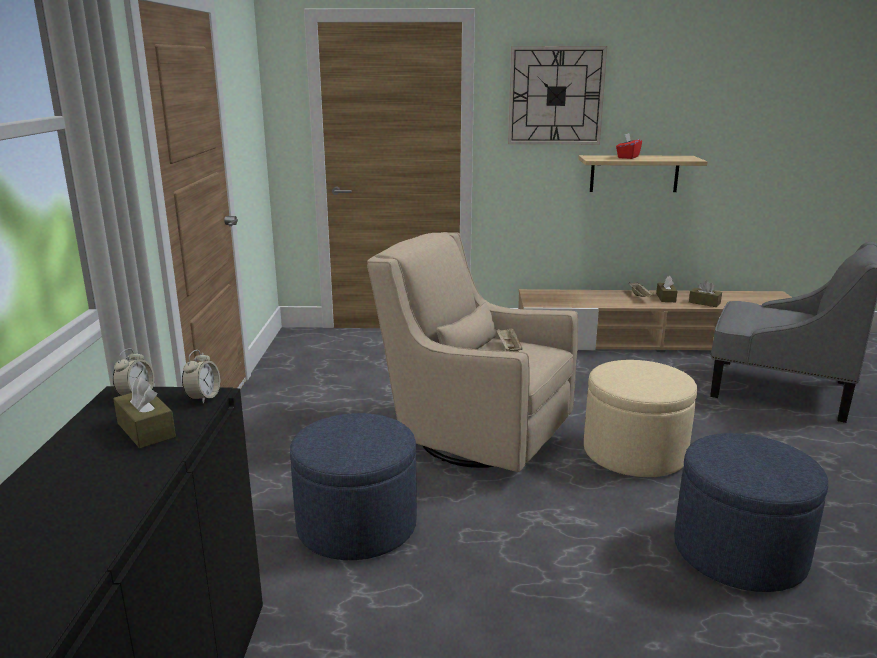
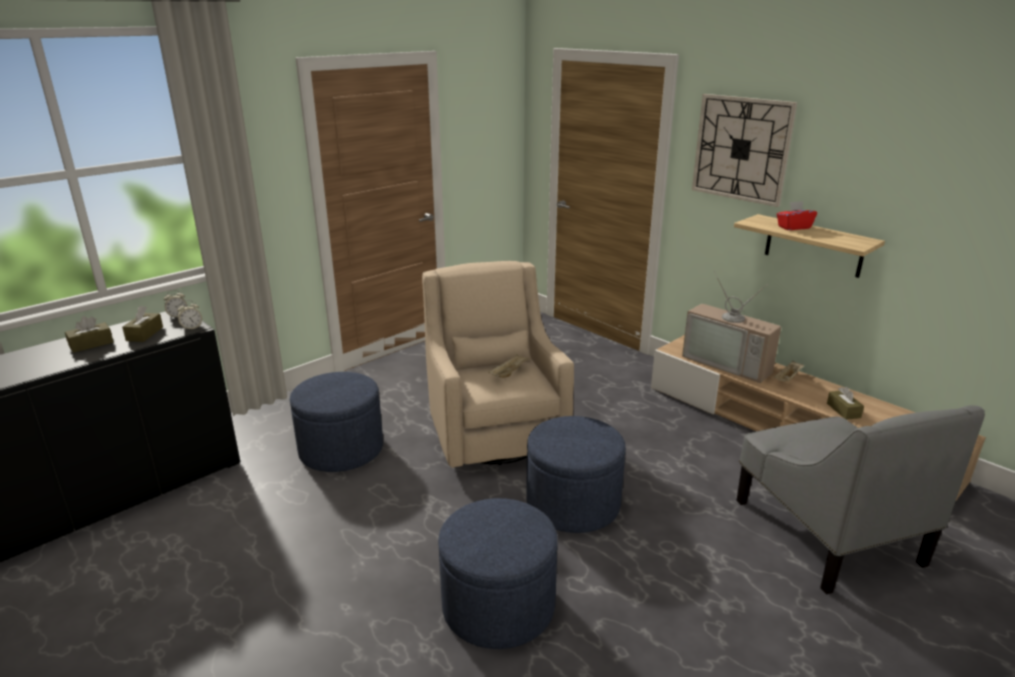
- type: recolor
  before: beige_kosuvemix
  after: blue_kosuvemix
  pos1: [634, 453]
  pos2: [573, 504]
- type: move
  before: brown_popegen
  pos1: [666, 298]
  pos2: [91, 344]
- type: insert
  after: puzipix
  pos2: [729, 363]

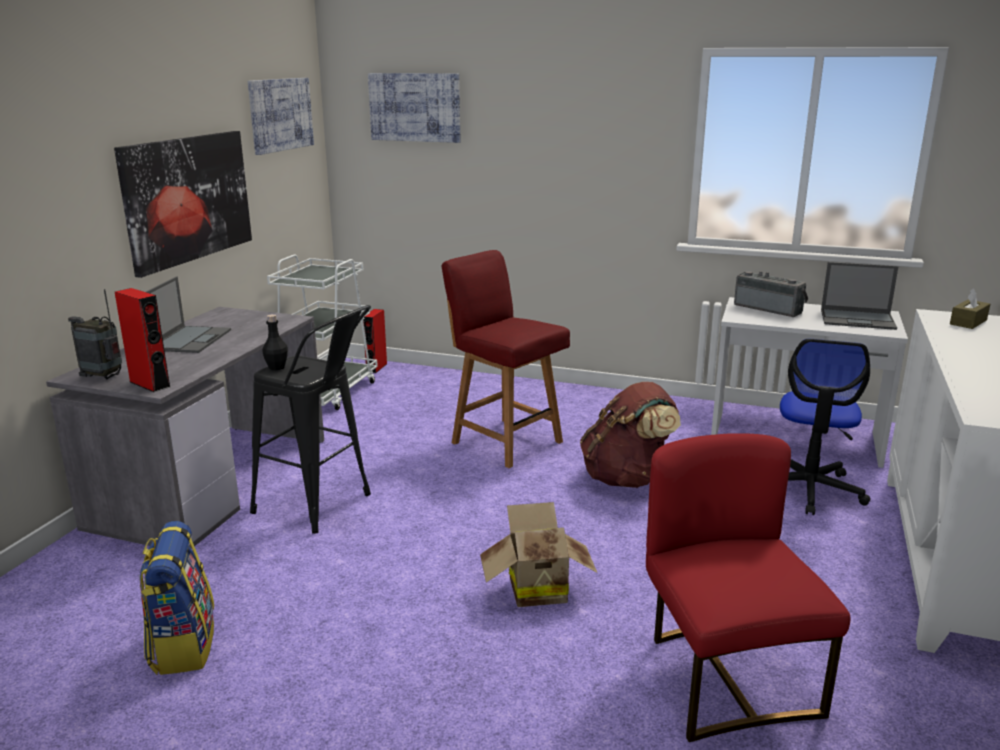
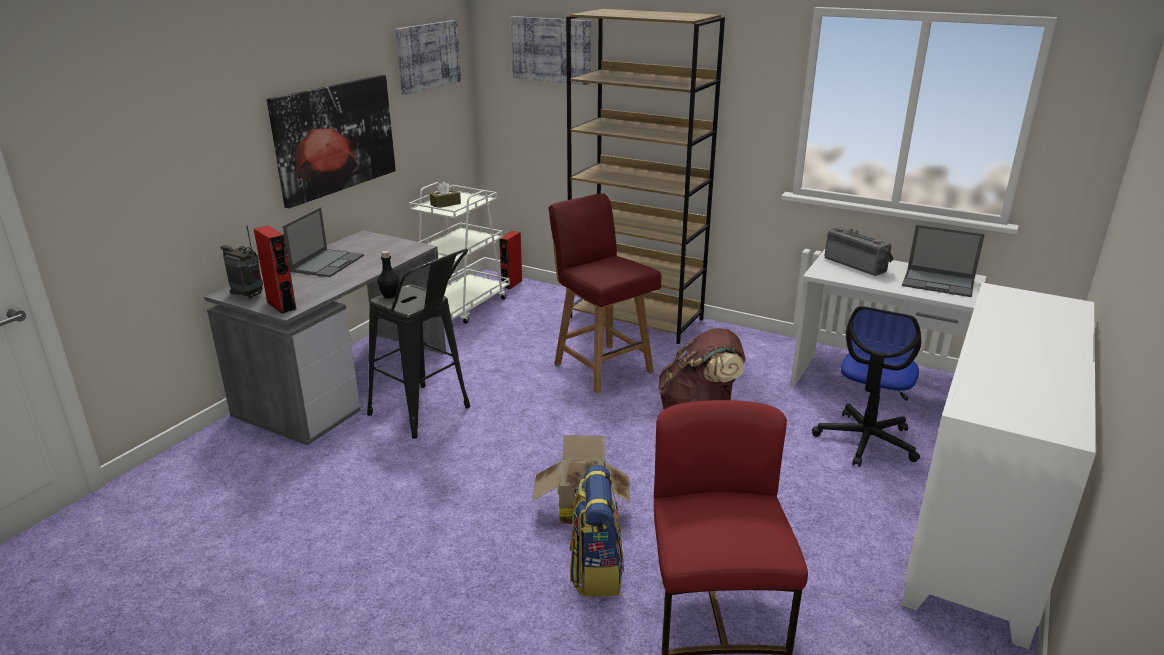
- type: move
  before: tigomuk
  pos1: [182, 646]
  pos2: [595, 570]
- type: move
  before: brown_popegen
  pos1: [968, 322]
  pos2: [445, 204]
- type: insert
  after: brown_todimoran
  pos2: [636, 318]

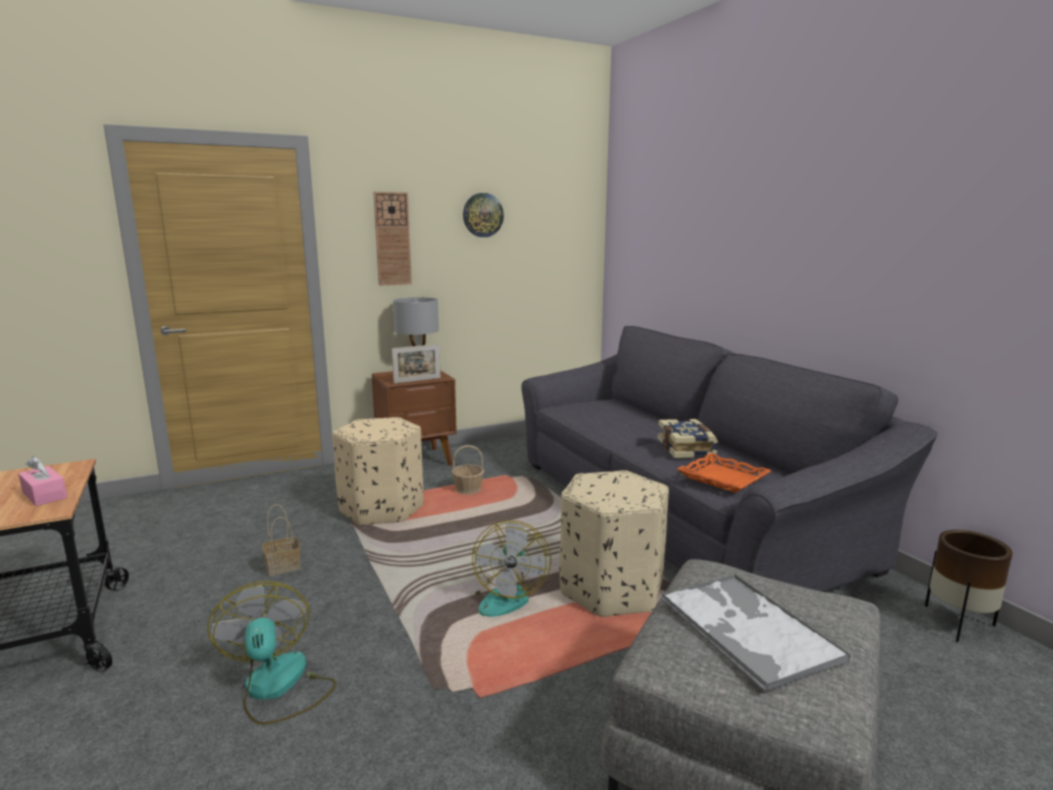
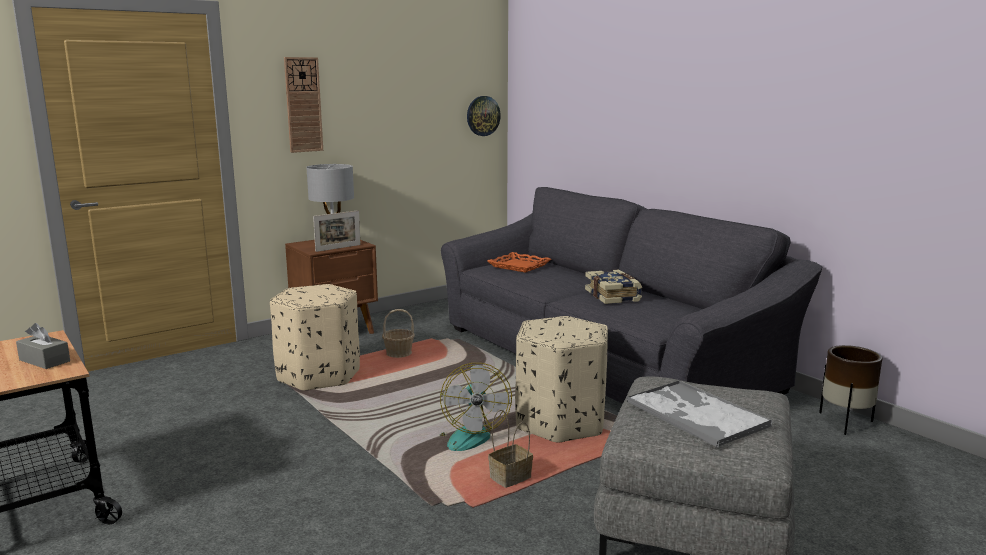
- type: recolor
  before: pink_popegen
  after: grey_popegen
  pos1: [44, 495]
  pos2: [44, 360]
- type: delete
  before: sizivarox
  pos1: [278, 688]
- type: move
  before: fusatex
  pos1: [284, 566]
  pos2: [511, 478]
- type: move
  before: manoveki
  pos1: [483, 215]
  pos2: [483, 116]
- type: move
  before: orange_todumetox
  pos1: [722, 478]
  pos2: [519, 266]

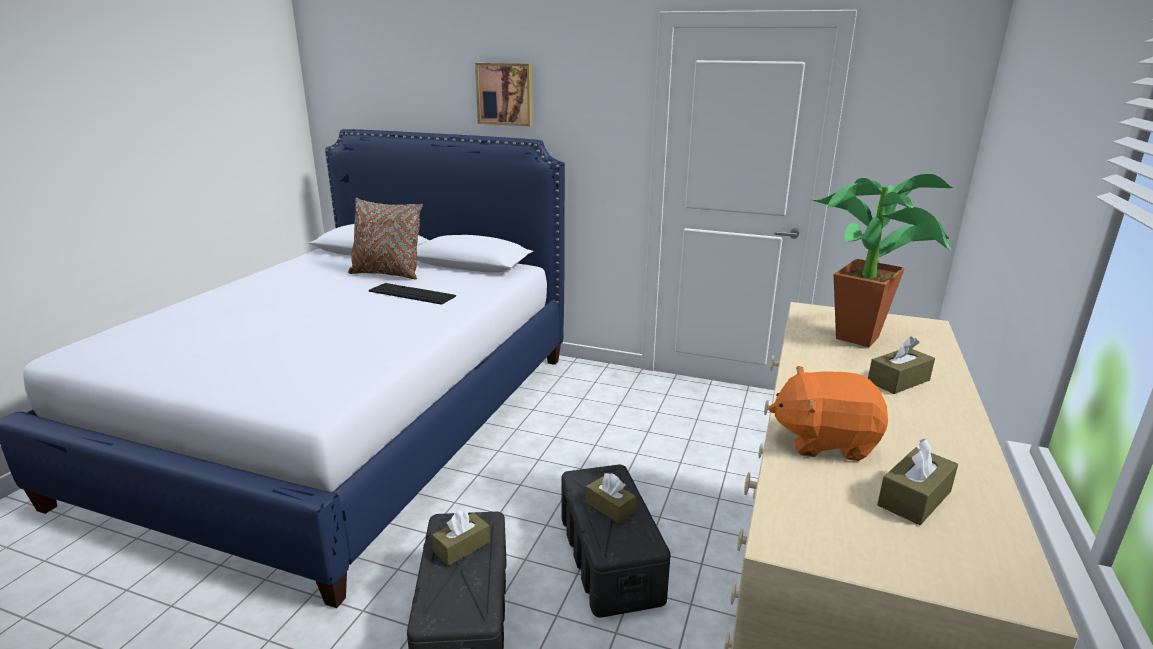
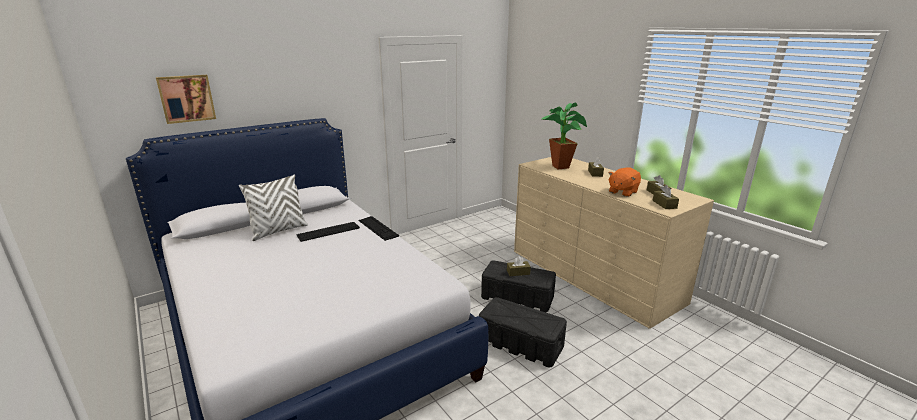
- type: recolor
  before: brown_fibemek
  after: white_fibemek
  pos1: [387, 274]
  pos2: [278, 231]
- type: move
  before: brown_popegen
  pos1: [462, 547]
  pos2: [664, 204]
- type: move
  before: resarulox
  pos1: [505, 94]
  pos2: [186, 98]
- type: insert
  after: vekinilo
  pos2: [378, 228]

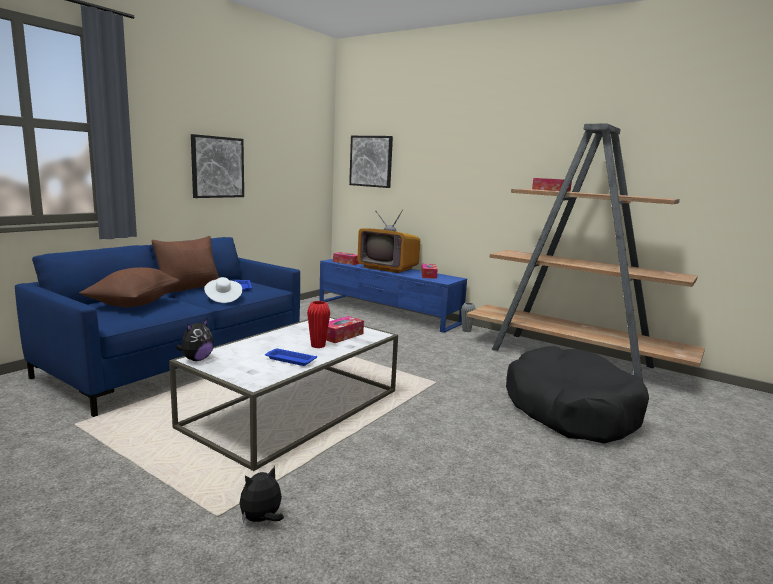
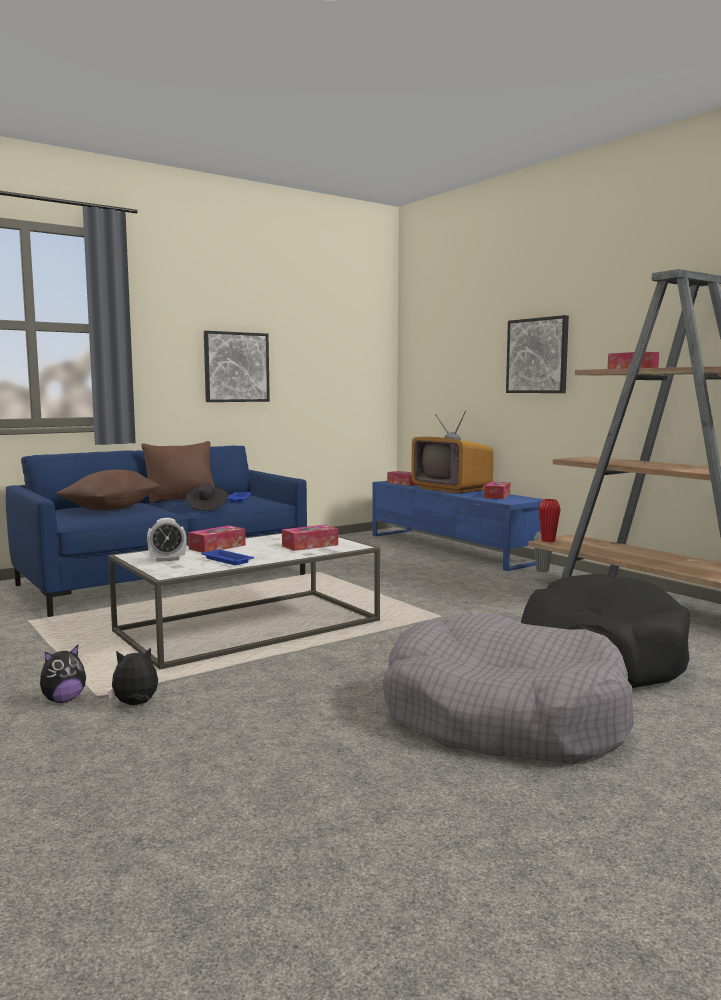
- type: move
  before: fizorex
  pos1: [196, 359]
  pos2: [63, 700]
- type: recolor
  before: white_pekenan
  after: black_pekenan
  pos1: [223, 298]
  pos2: [206, 508]
- type: move
  before: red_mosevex
  pos1: [318, 346]
  pos2: [548, 541]
- type: move
  before: resarulox
  pos1: [371, 161]
  pos2: [537, 355]
- type: insert
  after: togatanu
  pos2: [167, 559]
- type: insert
  after: popegen
  pos2: [217, 547]
- type: insert
  after: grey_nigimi
  pos2: [503, 716]

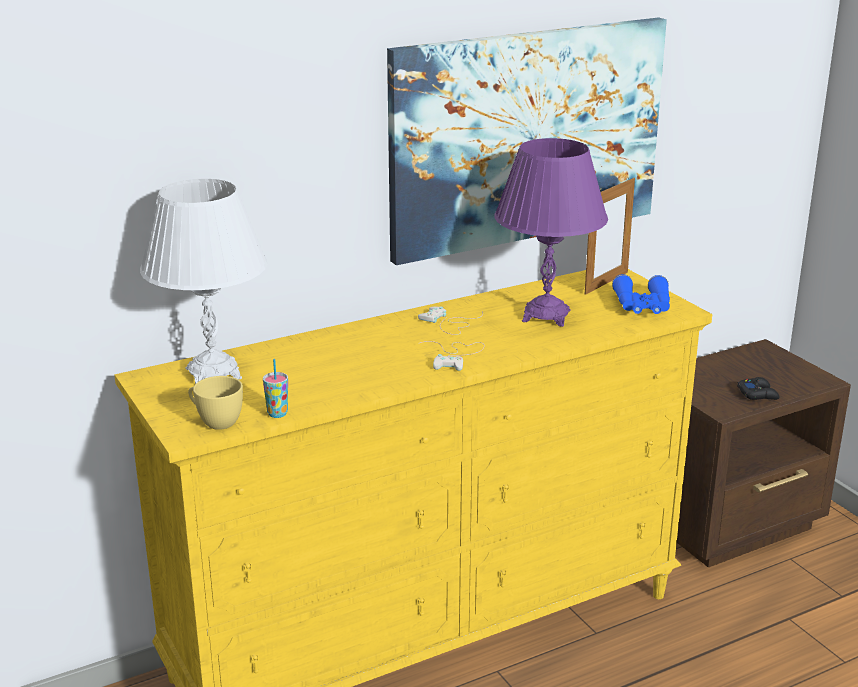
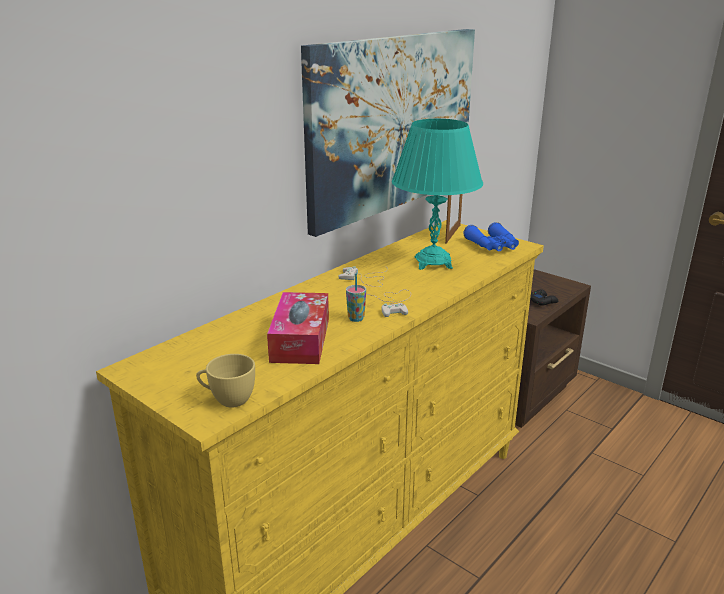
- type: delete
  before: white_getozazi
  pos1: [213, 373]
- type: move
  before: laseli
  pos1: [277, 414]
  pos2: [356, 318]
- type: recolor
  before: purple_getozazi
  after: turquoise_getozazi
  pos1: [546, 316]
  pos2: [433, 263]
- type: insert
  after: popegen
  pos2: [300, 340]

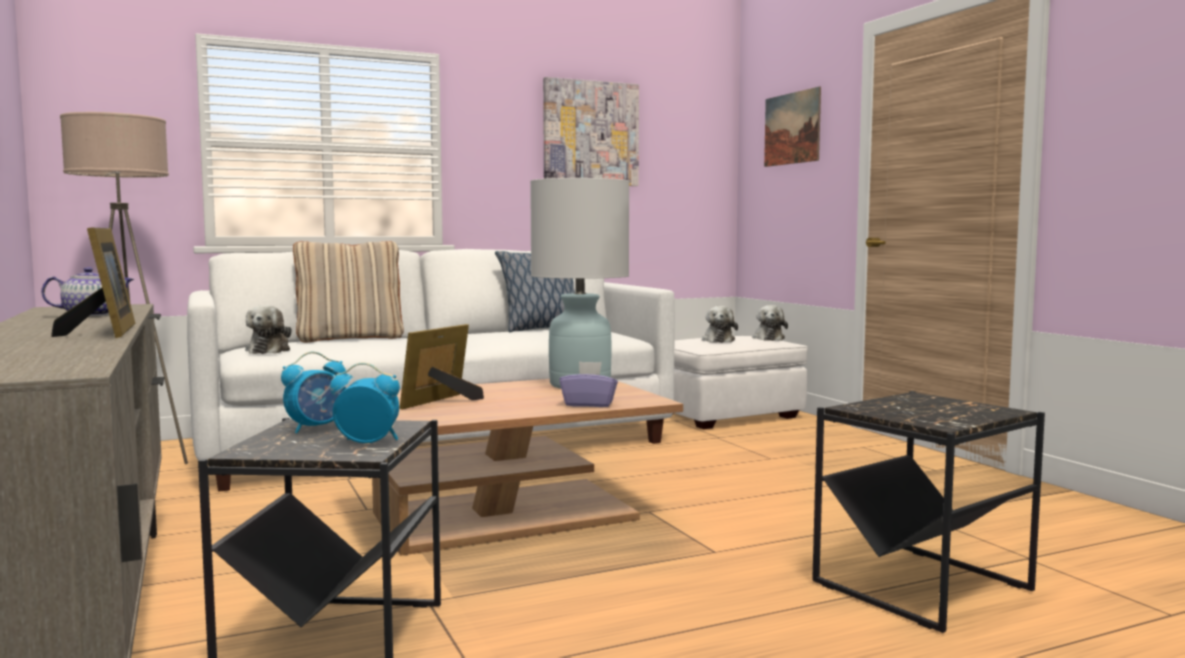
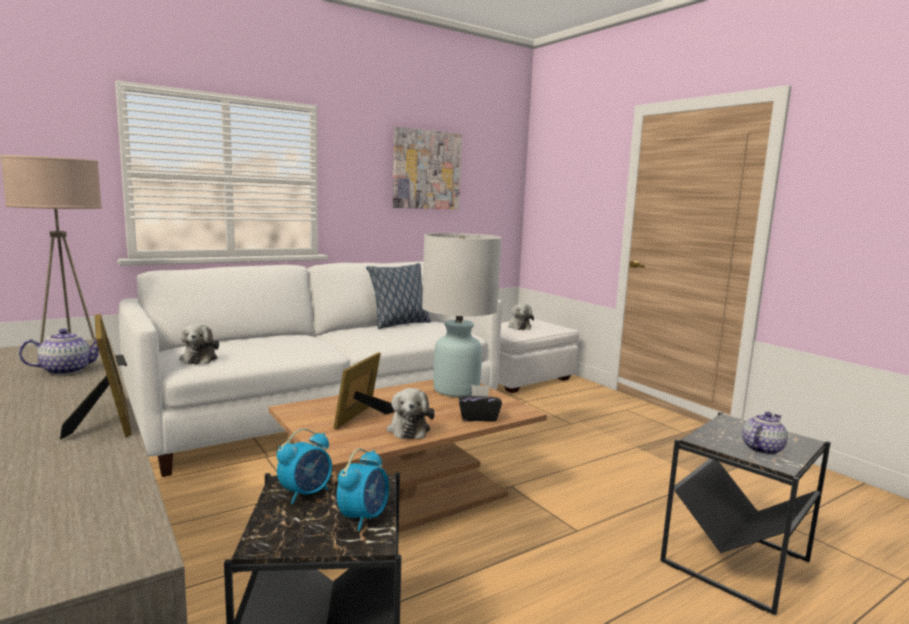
- type: delete
  before: beige_fibemek
  pos1: [350, 338]
- type: rotate
  before: togatanu
  pos1: [368, 442]
  pos2: [364, 517]
  turn: 120
- type: recolor
  before: purple_popegen
  after: black_popegen
  pos1: [589, 404]
  pos2: [478, 417]
- type: move
  before: fizorex
  pos1: [768, 338]
  pos2: [408, 429]
- type: delete
  before: resarulox
  pos1: [792, 128]
- type: insert
  after: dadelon
  pos2: [761, 449]

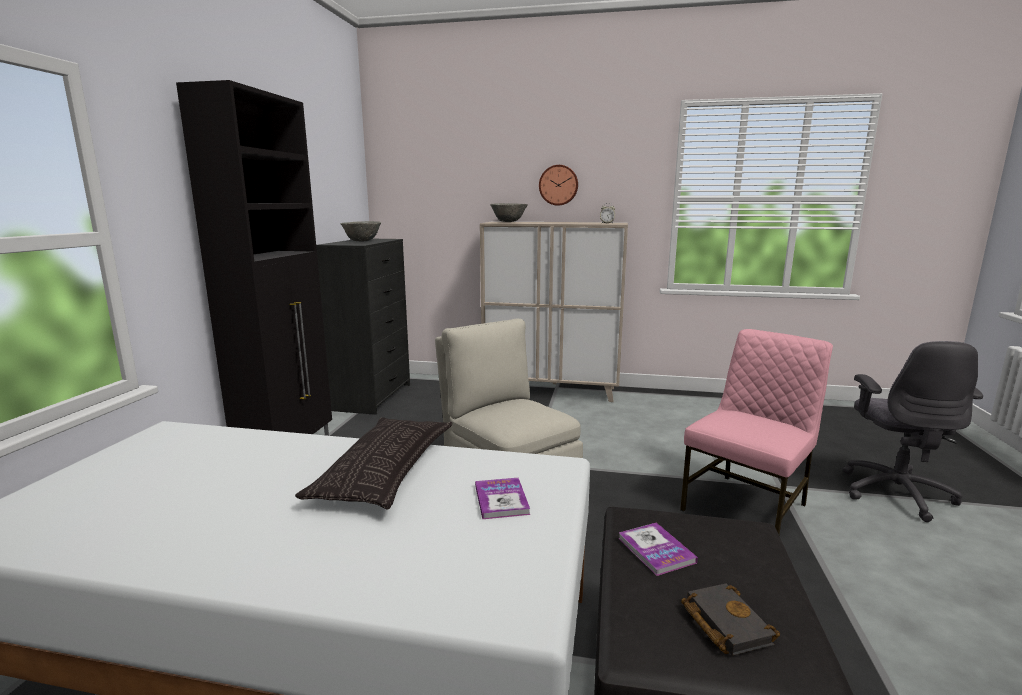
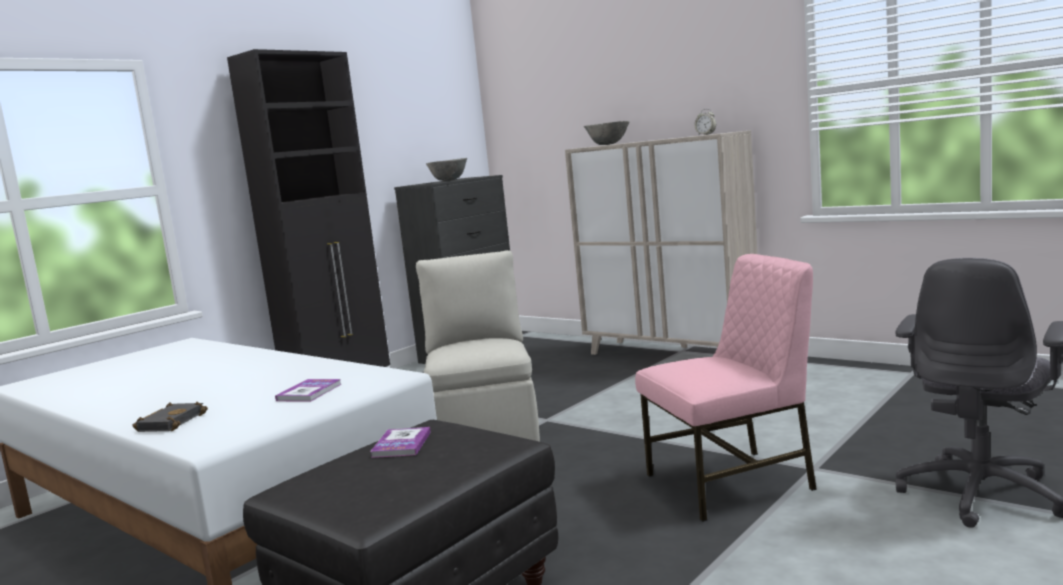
- type: delete
  before: fibemek
  pos1: [385, 470]
- type: delete
  before: manoveki
  pos1: [558, 185]
- type: move
  before: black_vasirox
  pos1: [723, 623]
  pos2: [171, 422]

